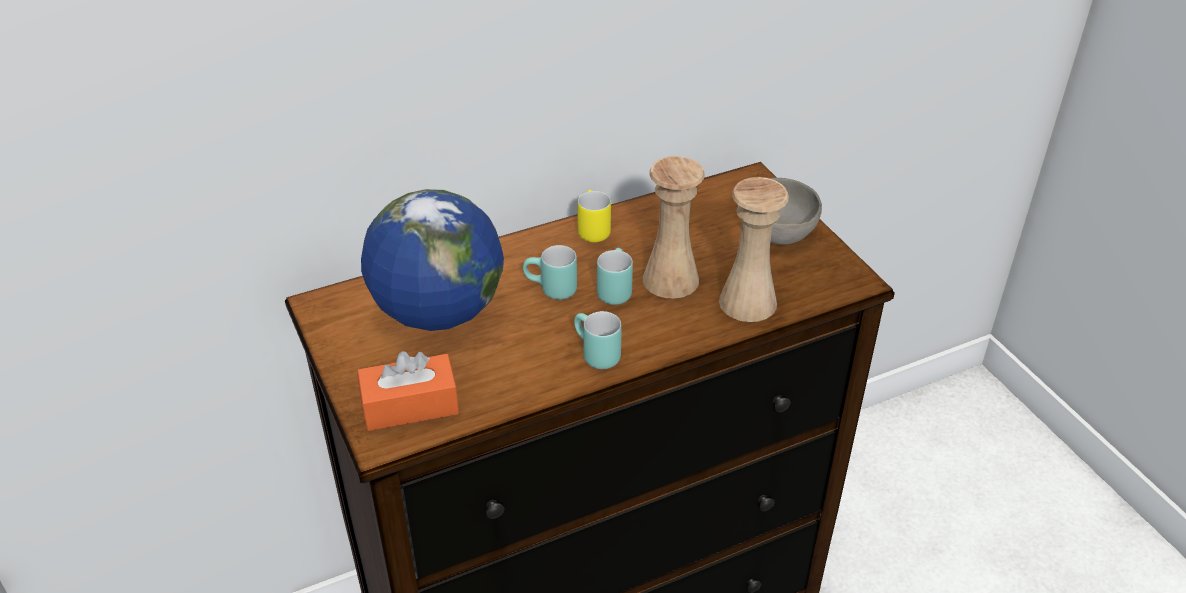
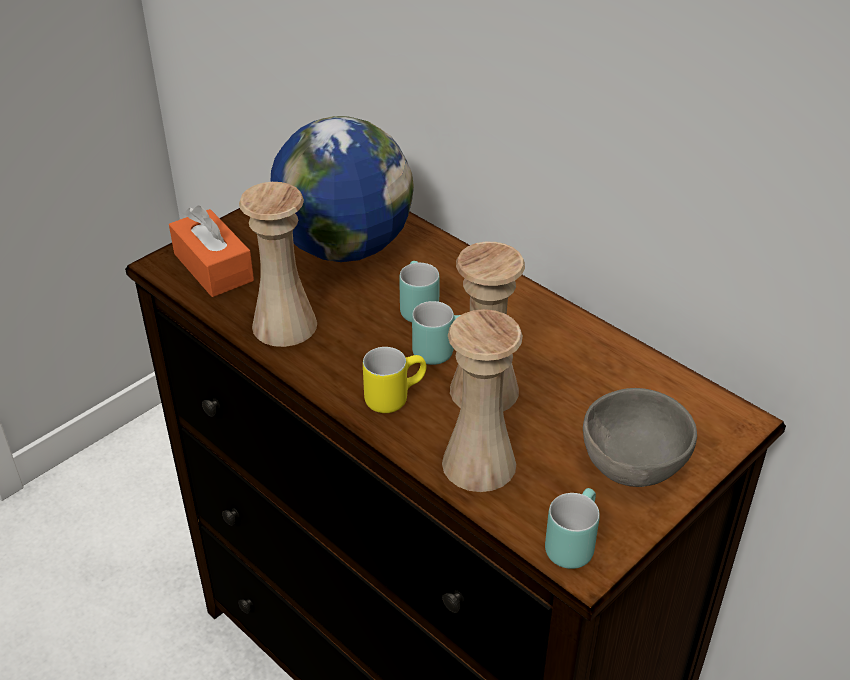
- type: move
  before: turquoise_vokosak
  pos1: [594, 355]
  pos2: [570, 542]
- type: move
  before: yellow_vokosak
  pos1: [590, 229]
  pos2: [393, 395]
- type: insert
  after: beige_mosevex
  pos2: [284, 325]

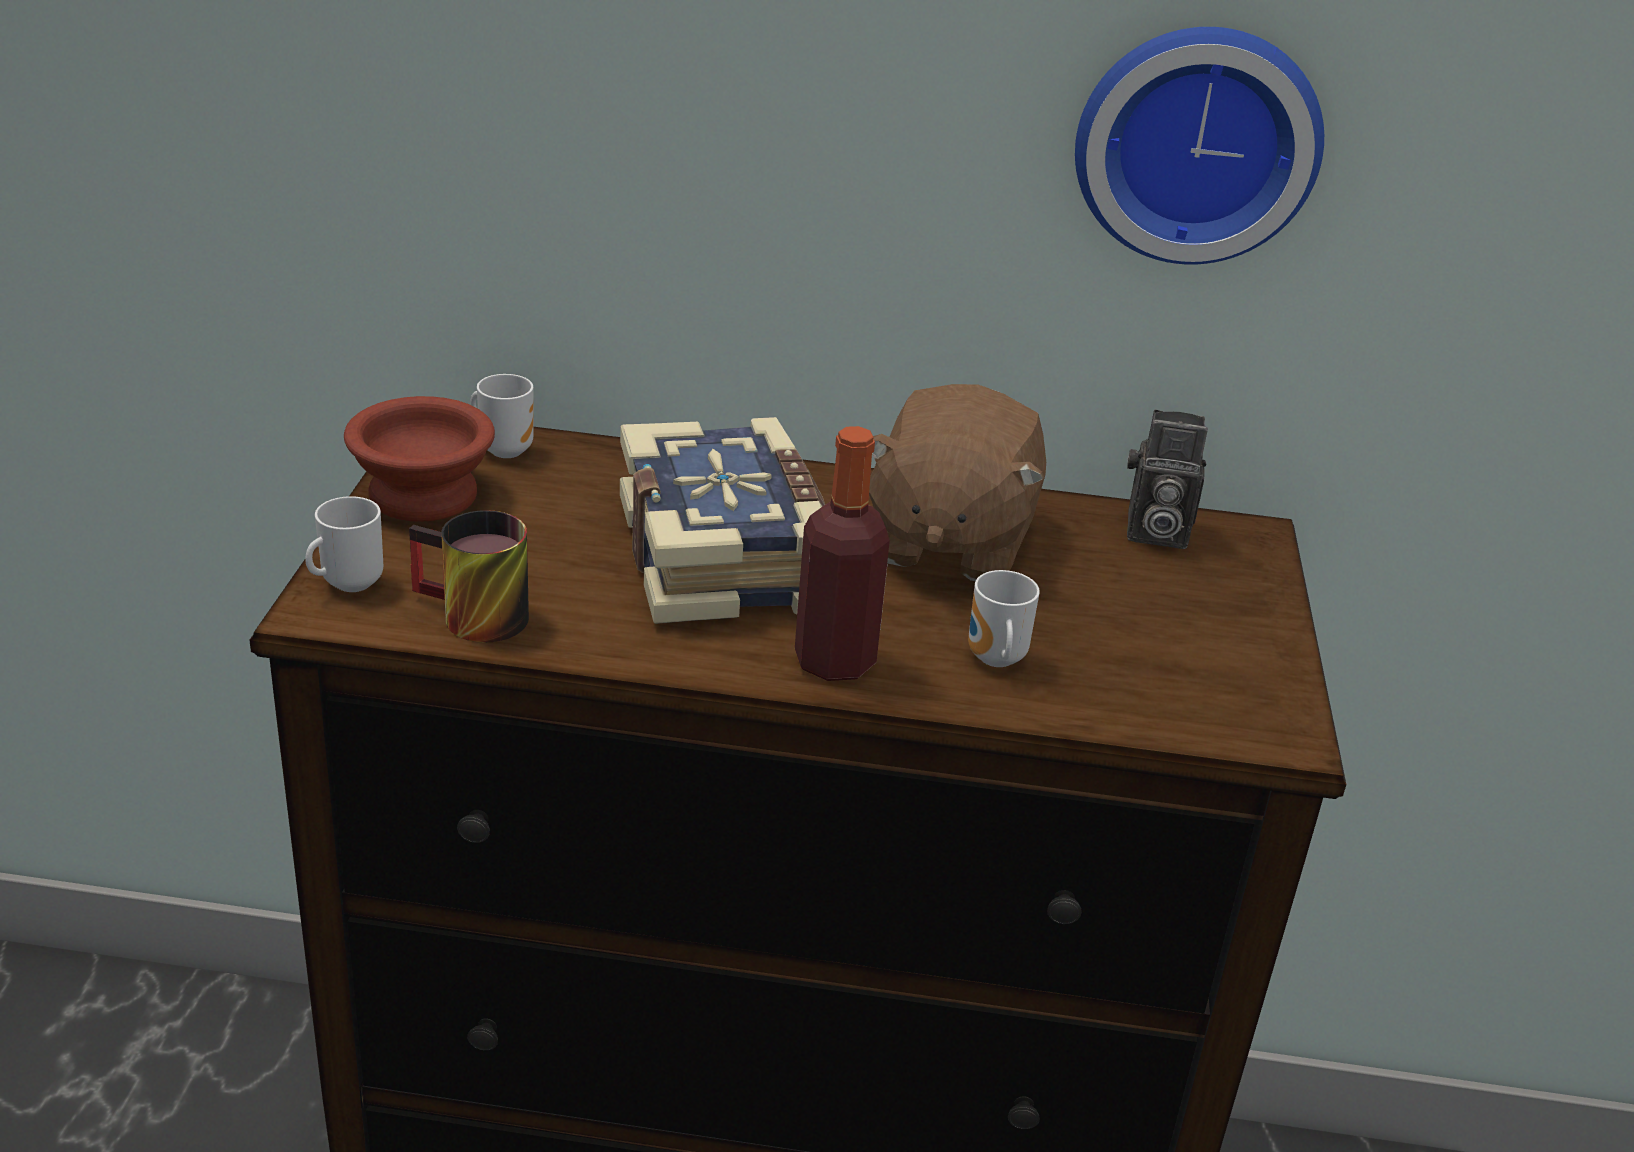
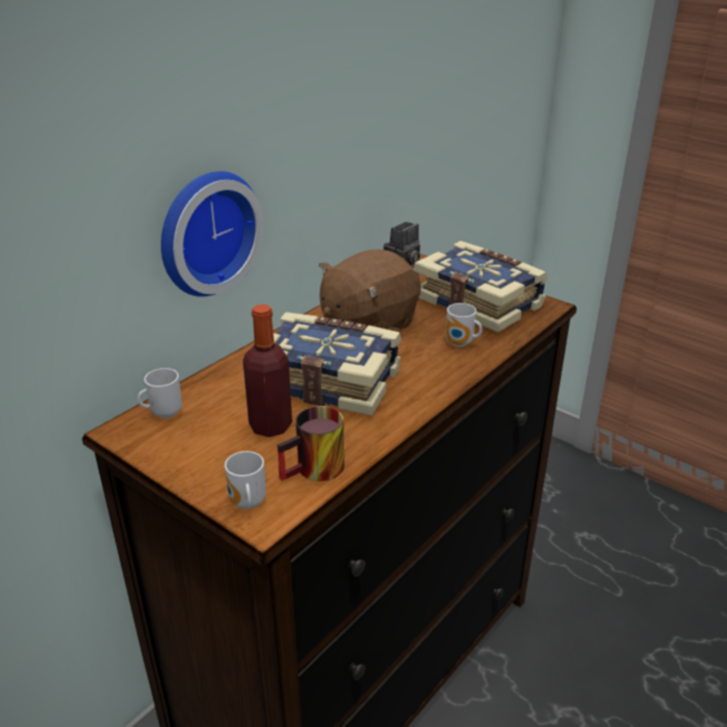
- type: delete
  before: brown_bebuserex
  pos1: [419, 496]
- type: move
  before: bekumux
  pos1: [834, 661]
  pos2: [270, 426]
- type: rotate
  before: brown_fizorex
  pos1: [947, 542]
  pos2: [367, 323]
  turn: 90
- type: move
  before: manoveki
  pos1: [1196, 141]
  pos2: [205, 232]
- type: insert
  after: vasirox
  pos2: [479, 302]

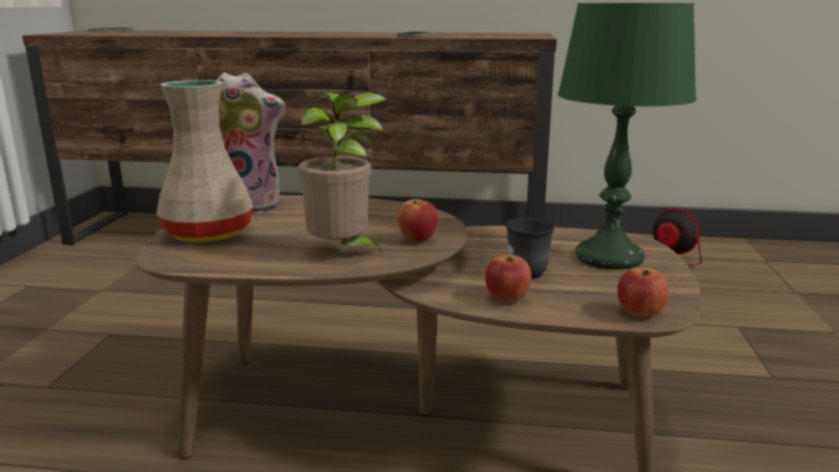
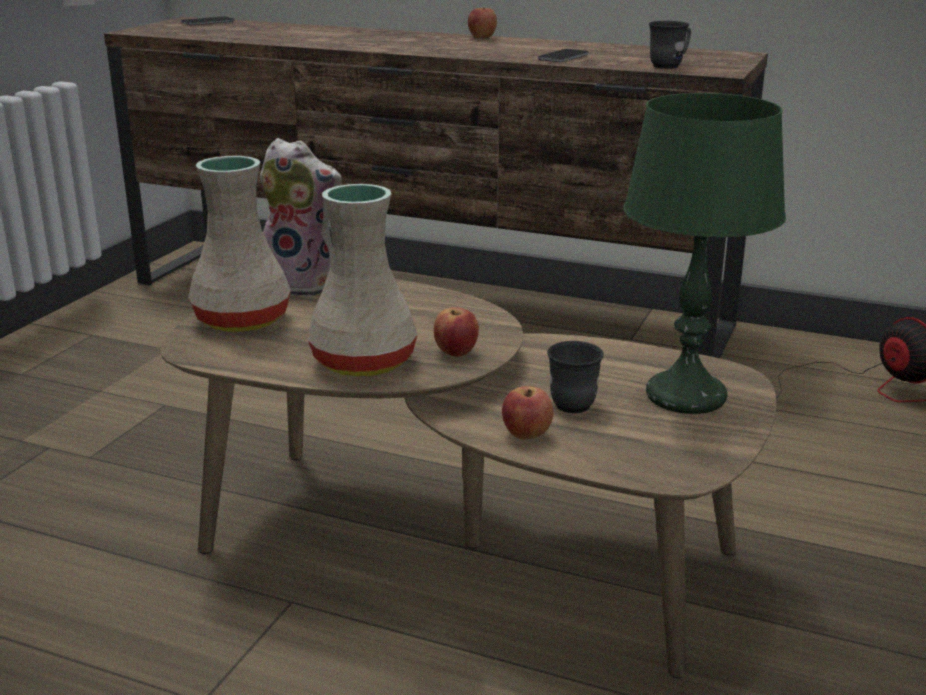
- type: replace
  before: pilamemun
  after: beige_mosevex
  pos1: [343, 254]
  pos2: [365, 363]
- type: move
  before: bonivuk
  pos1: [639, 313]
  pos2: [482, 37]
- type: insert
  after: grey_vokosak
  pos2: [670, 65]

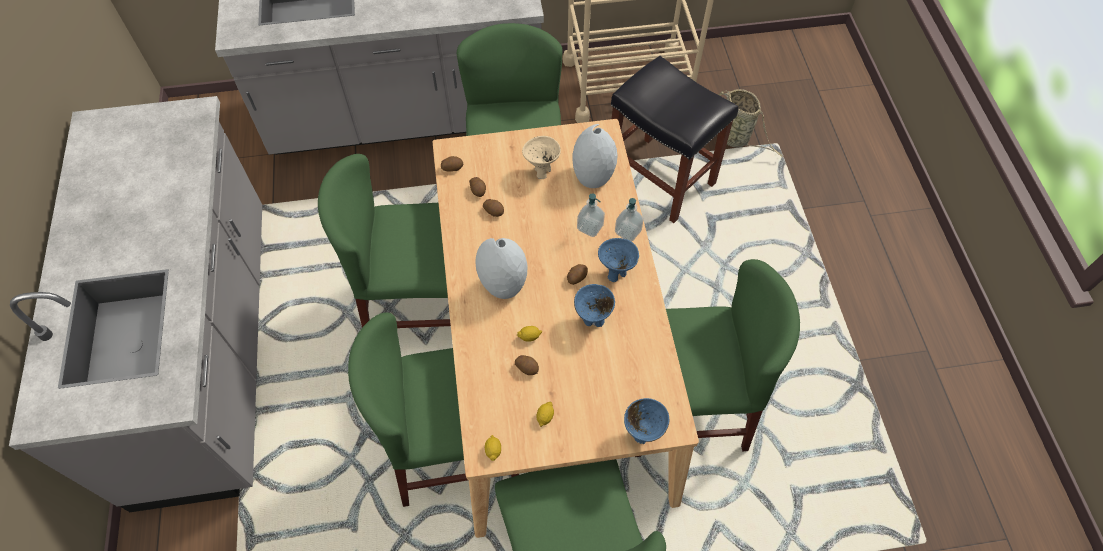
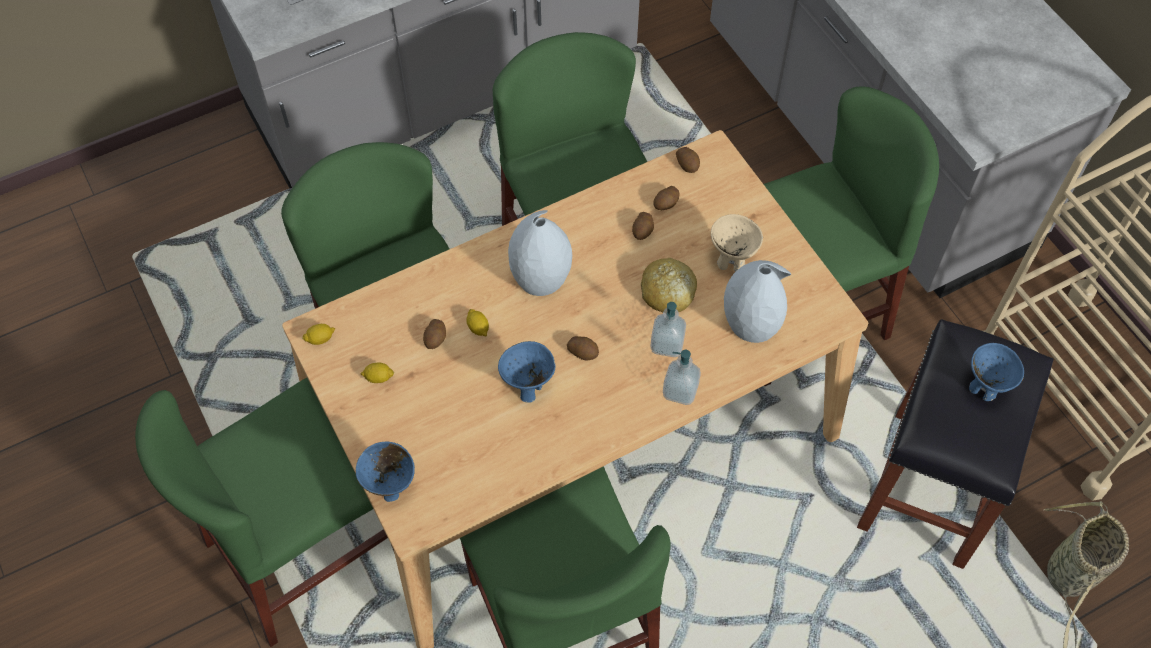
- type: move
  before: blue_bebuserex
  pos1: [616, 273]
  pos2: [983, 389]
- type: insert
  after: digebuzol
  pos2: [667, 292]

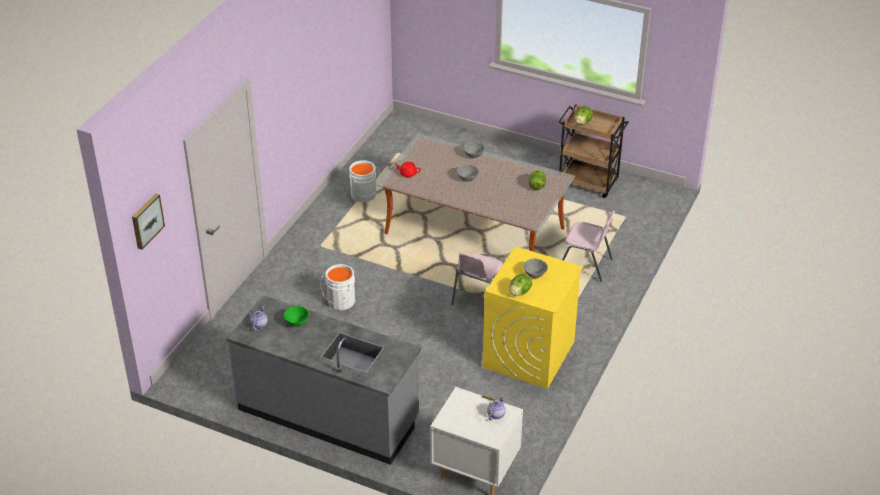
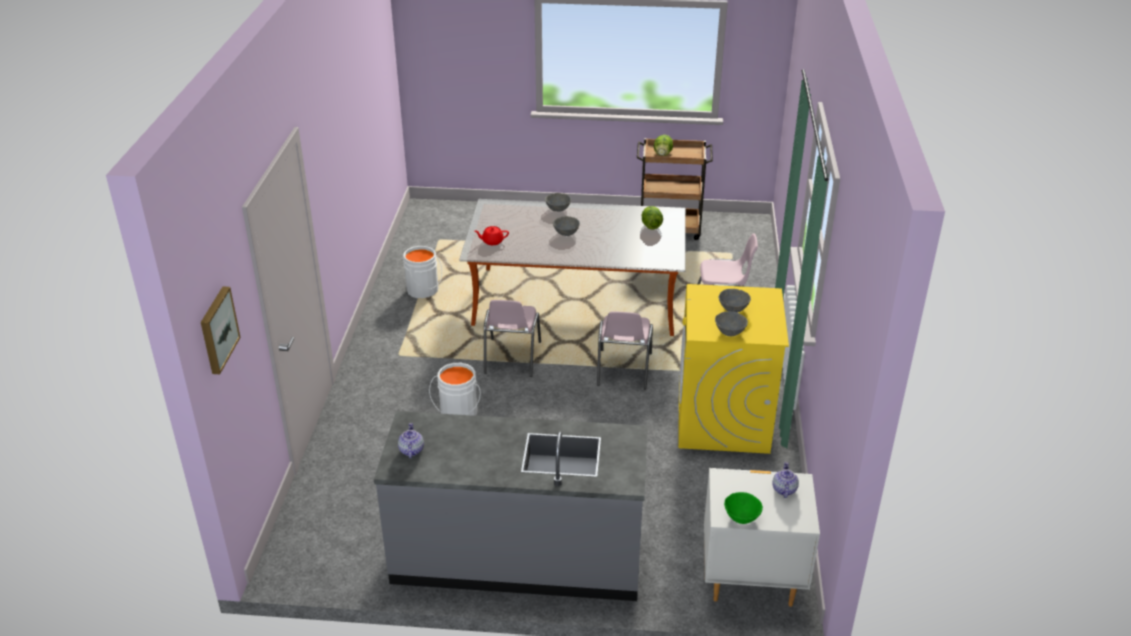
- type: move
  before: green_bebuserex
  pos1: [297, 322]
  pos2: [742, 517]
- type: replace
  before: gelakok
  after: grey_bebuserex
  pos1: [519, 292]
  pos2: [730, 332]
- type: insert
  after: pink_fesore
  pos2: [511, 358]

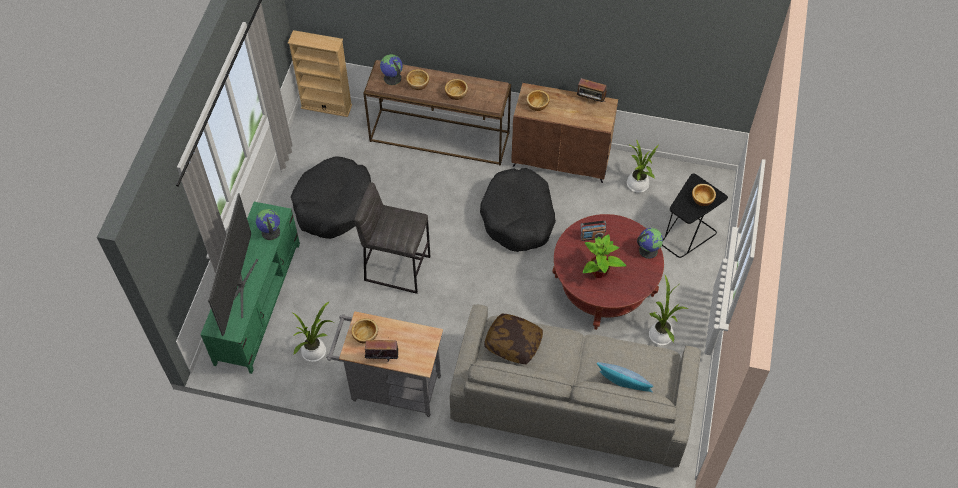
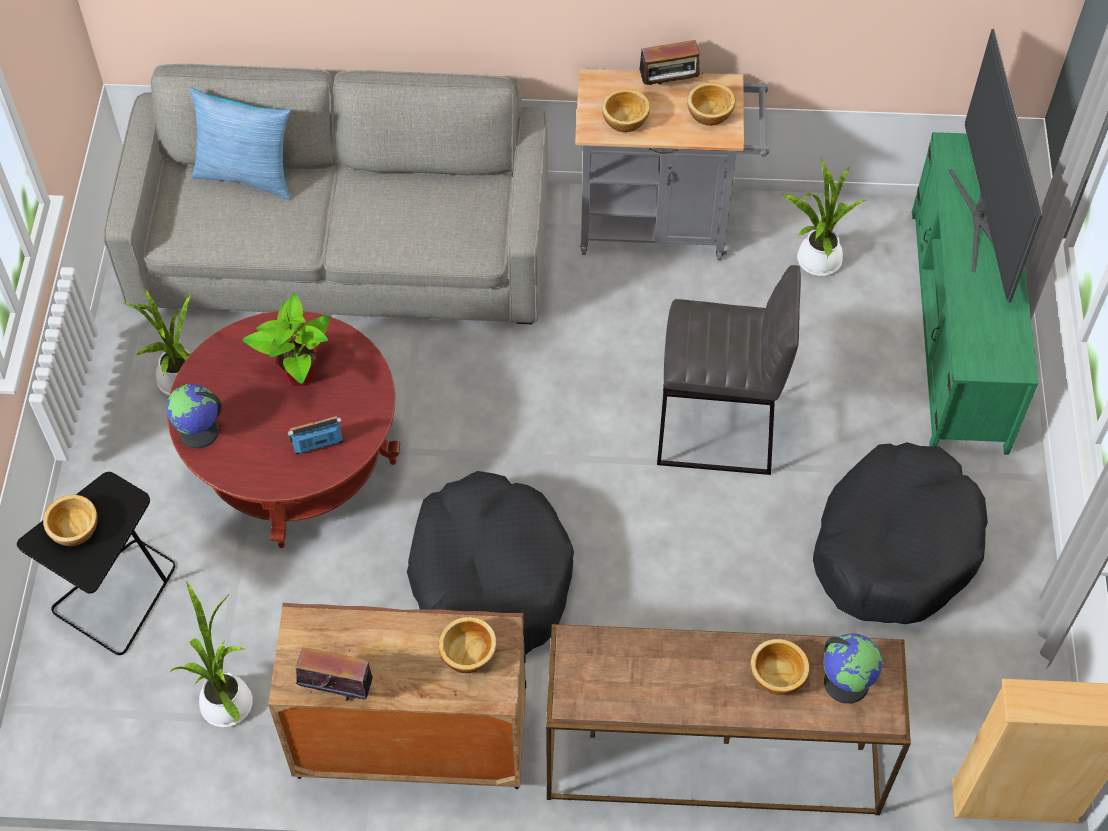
- type: delete
  before: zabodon
  pos1: [270, 232]
- type: move
  before: bebuserex
  pos1: [456, 93]
  pos2: [625, 121]
- type: delete
  before: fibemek
  pos1: [513, 343]

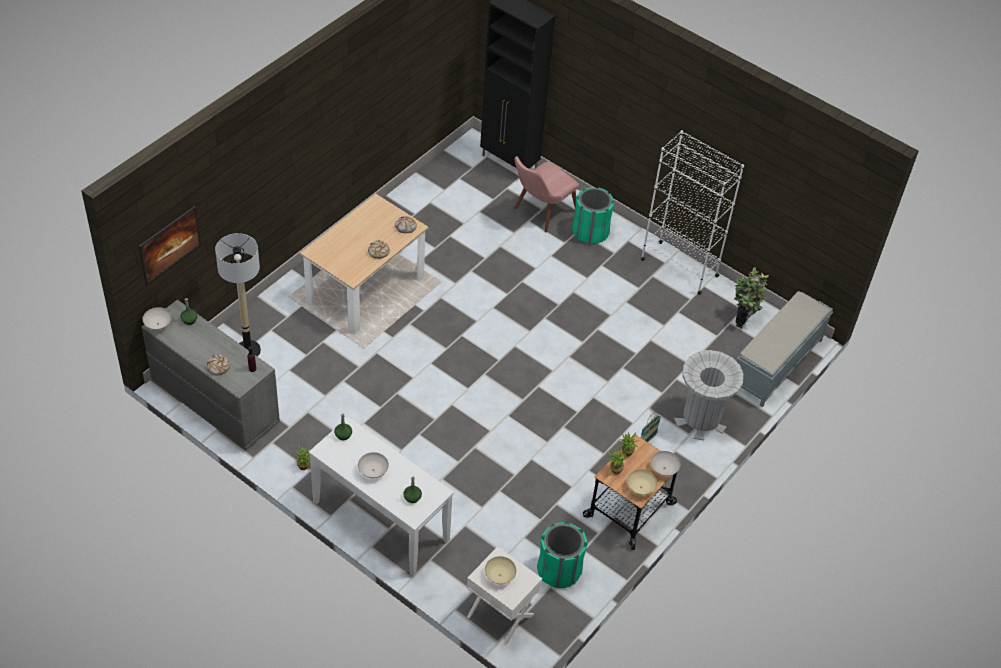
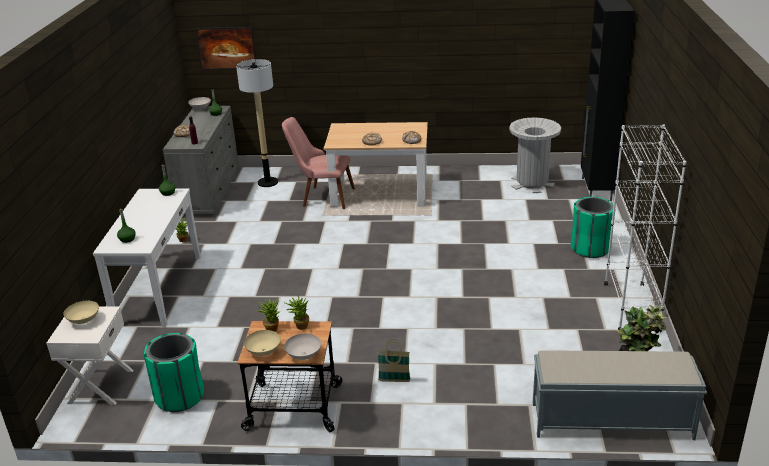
- type: delete
  before: white_bebuserex
  pos1: [373, 471]
- type: move
  before: pink_fesore
  pos1: [540, 213]
  pos2: [321, 197]
- type: move
  before: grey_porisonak
  pos1: [701, 419]
  pos2: [532, 183]

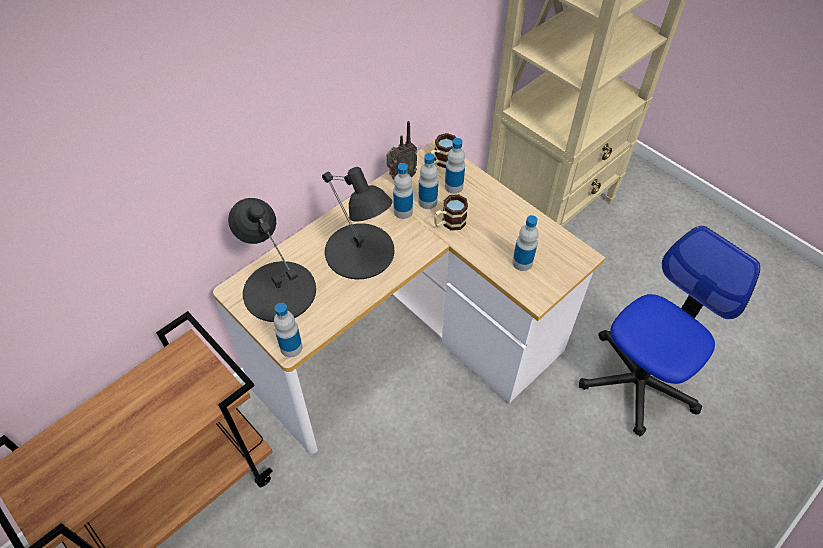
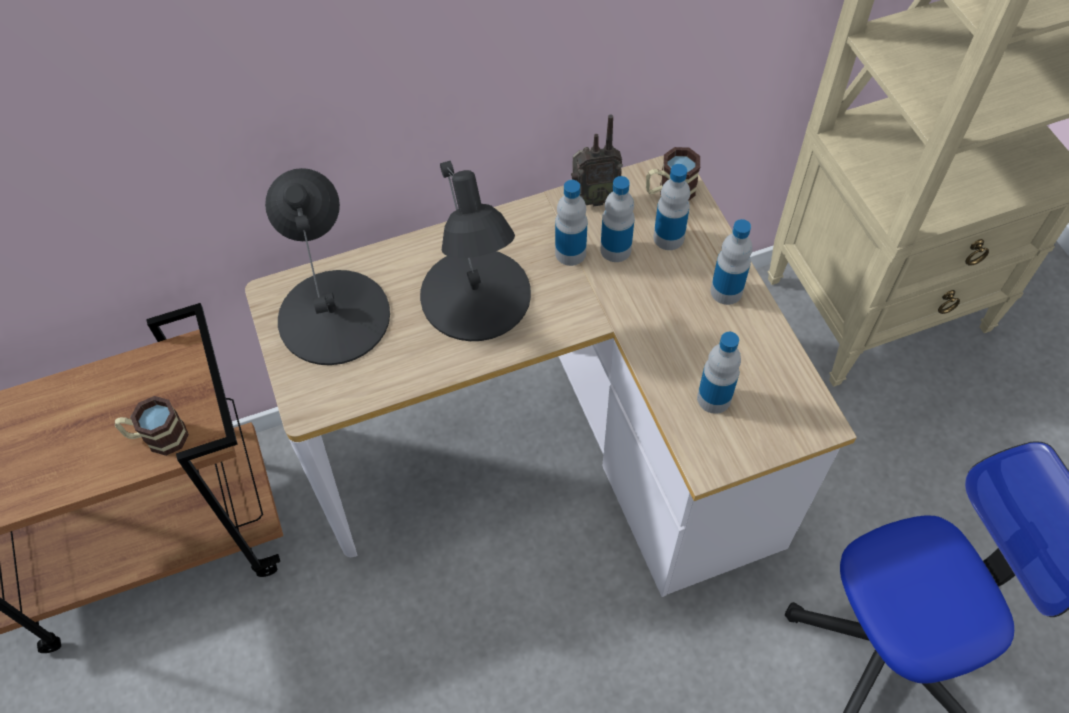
- type: move
  before: bekumux
  pos1: [291, 347]
  pos2: [726, 291]
- type: move
  before: vokosak
  pos1: [449, 223]
  pos2: [158, 437]

